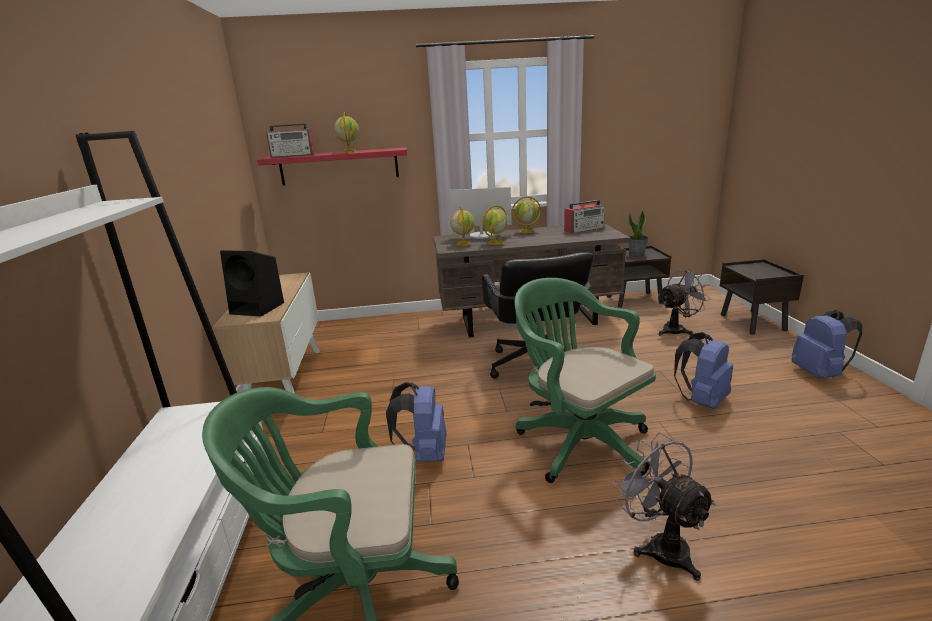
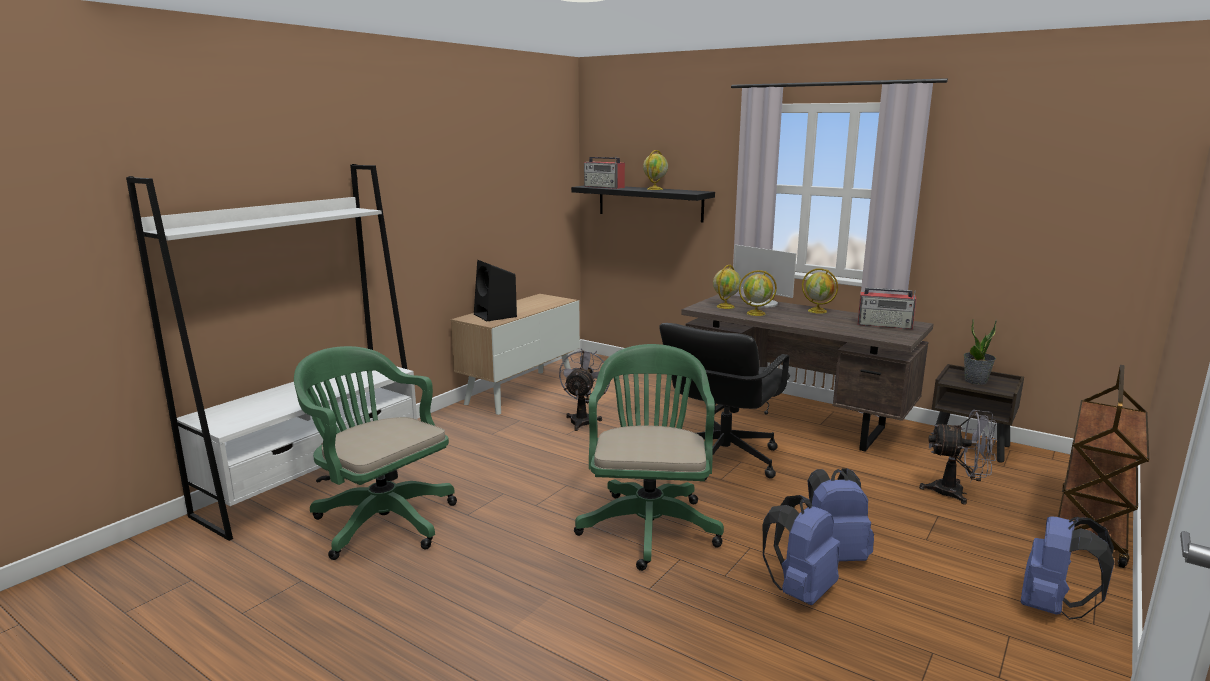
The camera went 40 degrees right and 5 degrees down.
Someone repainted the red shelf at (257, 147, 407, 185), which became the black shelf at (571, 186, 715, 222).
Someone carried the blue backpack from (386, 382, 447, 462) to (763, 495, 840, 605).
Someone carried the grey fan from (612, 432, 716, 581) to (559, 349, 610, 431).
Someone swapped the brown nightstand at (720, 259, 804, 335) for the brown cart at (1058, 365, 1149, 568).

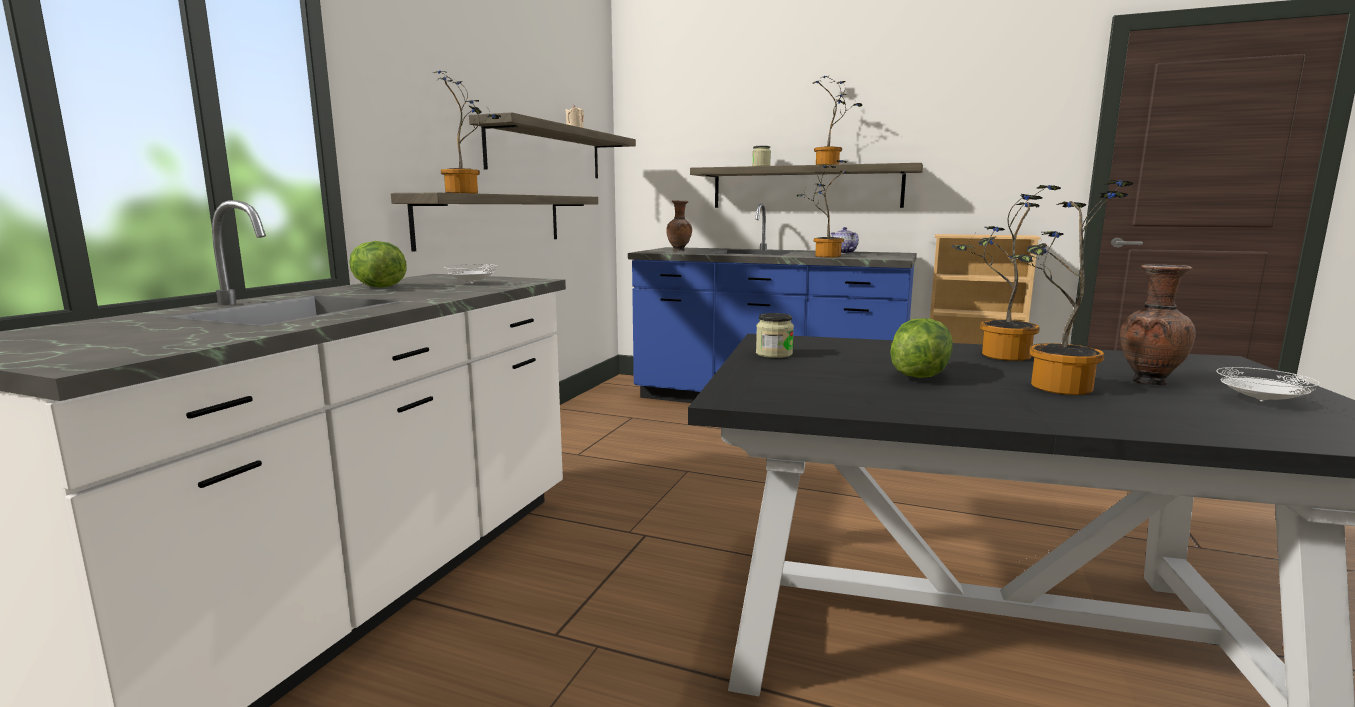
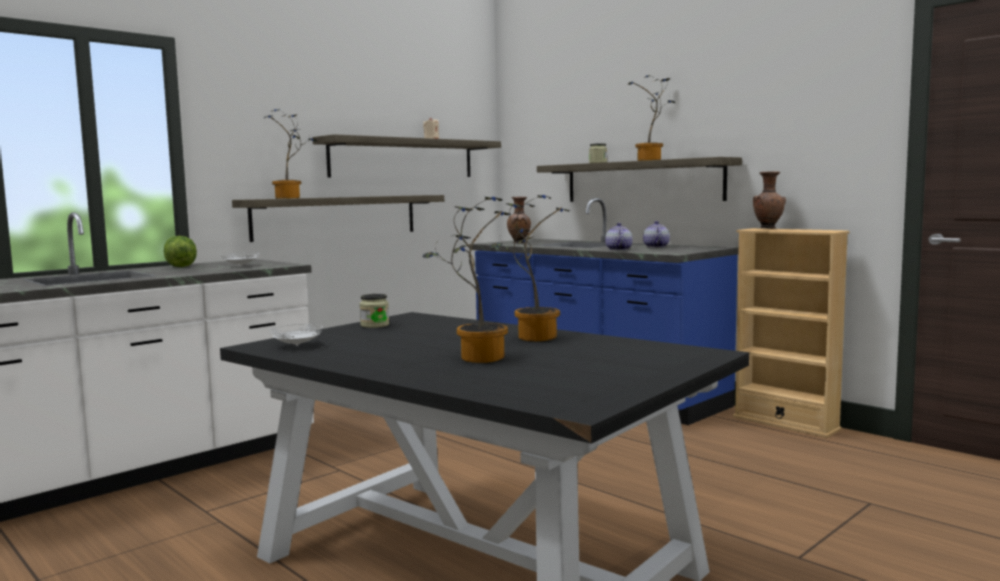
The camera went 25 degrees right and 5 degrees down.
Someone swapped the potted plant at (797, 160, 850, 257) for the teapot at (605, 223, 633, 250).
Someone took away the lettuce at (890, 318, 952, 378).
Someone carried the brown vase from (1120, 264, 1196, 385) to (753, 171, 786, 229).
Someone carried the white plate from (1216, 367, 1320, 402) to (269, 324, 323, 346).

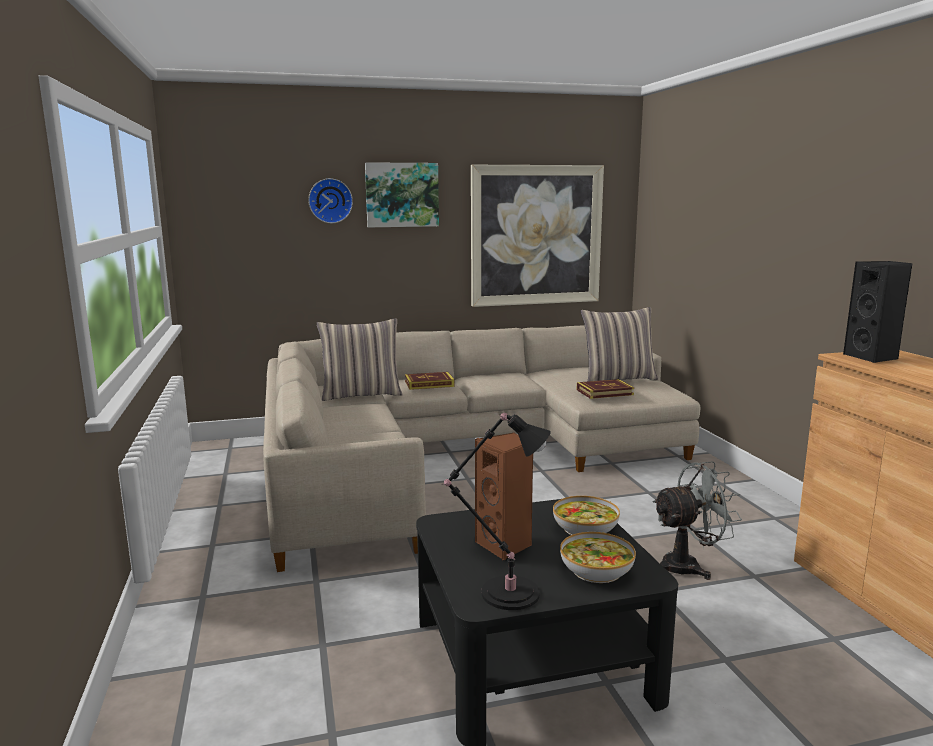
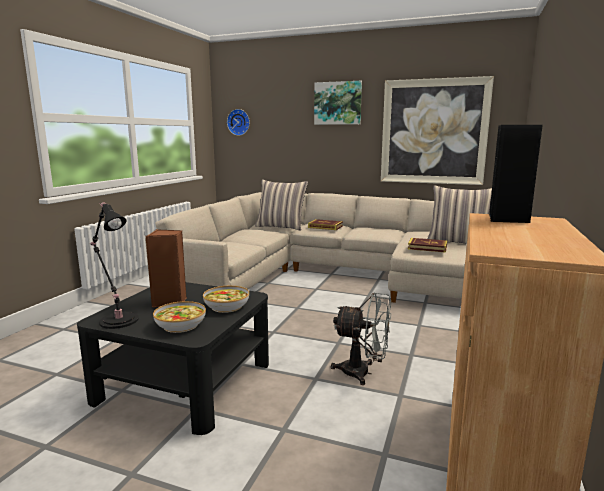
The camera went 35 degrees right and 0 degrees up.
Someone carried the wall clock from (308, 178, 353, 223) to (227, 109, 250, 136).

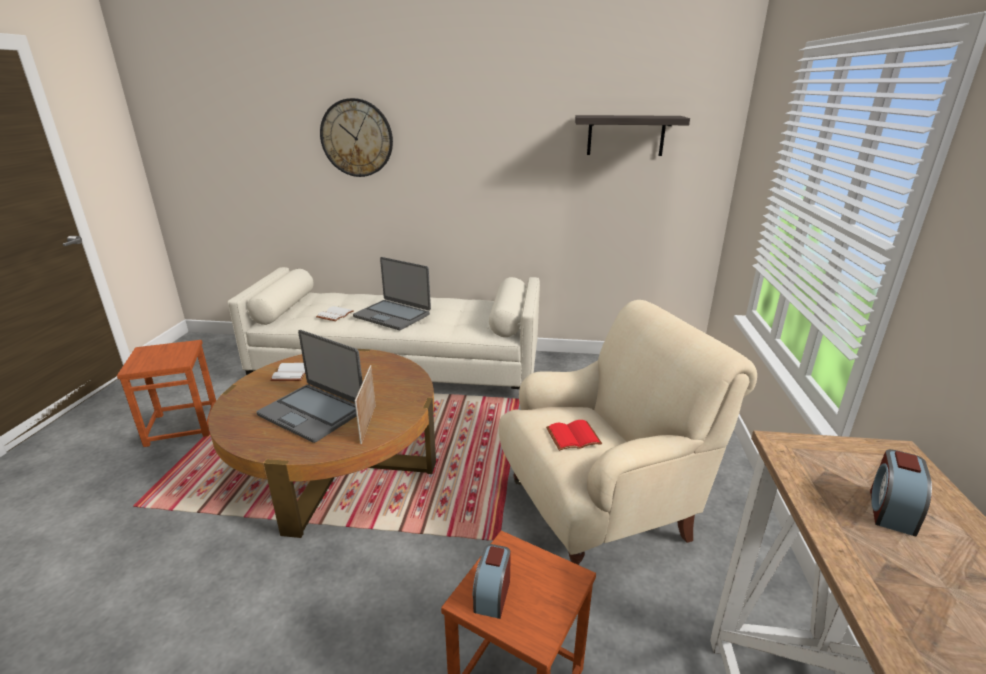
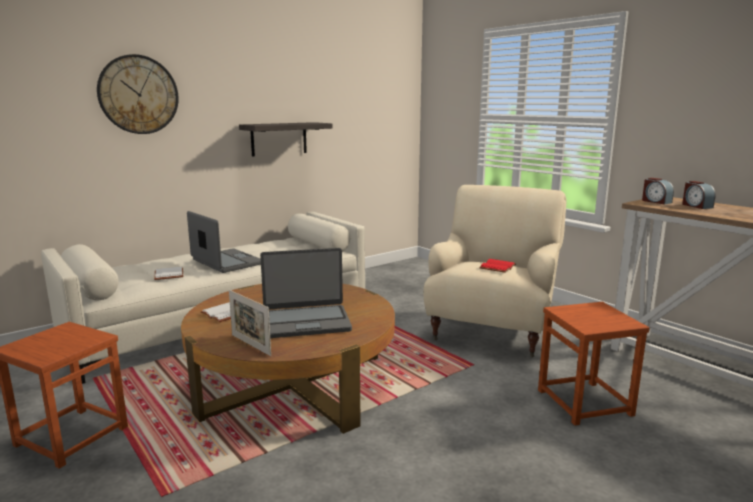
The camera went 45 degrees left and 10 degrees down.
Someone rotated the laptop at (353, 257, 431, 330) by 120 degrees counterclockwise.
Someone carried the picture frame from (355, 365, 376, 444) to (229, 290, 271, 356).
Someone carried the alarm clock from (473, 544, 511, 619) to (642, 178, 674, 204).
Someone carried the shelf from (575, 115, 690, 156) to (239, 122, 333, 157).

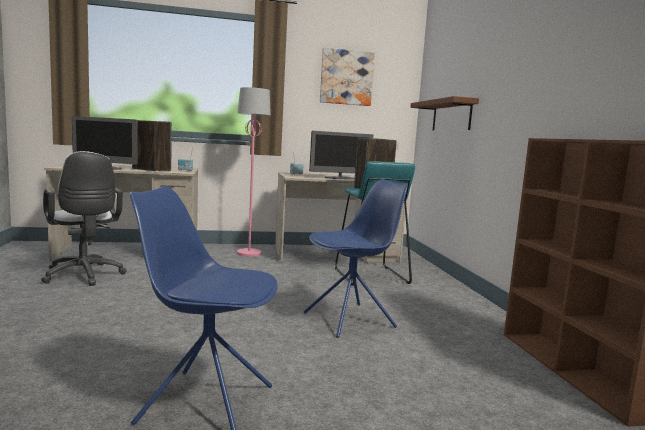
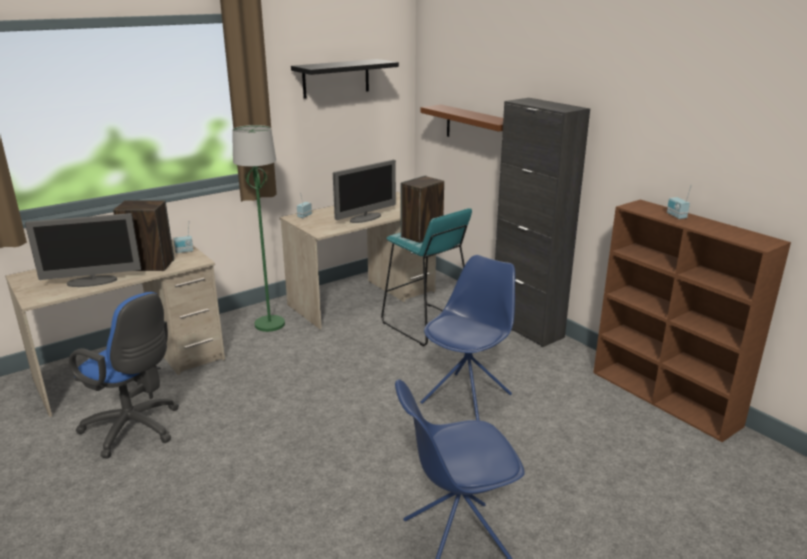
The camera went 25 degrees left and 15 degrees up.
Someone repainted the white office chair at (41, 151, 127, 286), which became the blue office chair at (69, 292, 179, 458).
Someone repainted the pink floor lamp at (237, 87, 271, 257), which became the green floor lamp at (232, 125, 285, 332).
Someone swapped the picture at (320, 47, 375, 106) for the black shelf at (291, 59, 399, 99).
Someone put down the black cabinet at (495, 98, 590, 347).
Someone put down the radio at (667, 184, 692, 219).

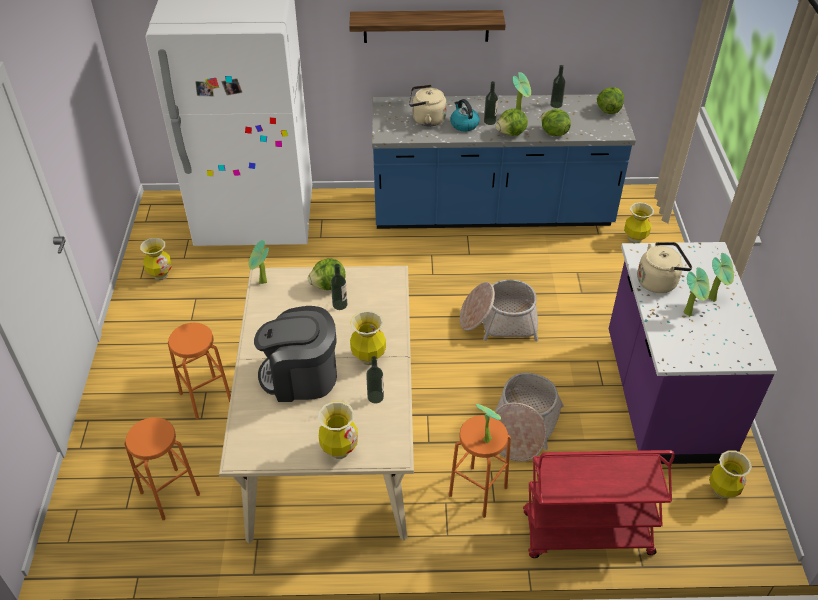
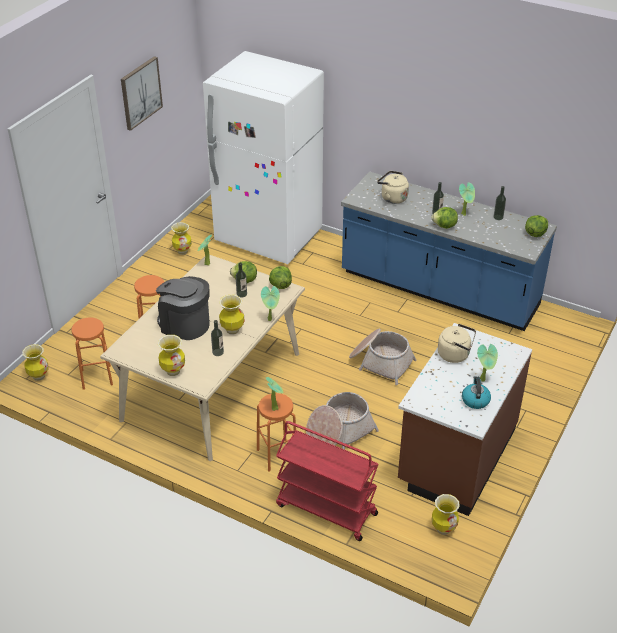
The camera went 30 degrees right and 5 degrees down.
Someone took away the shelf at (349, 10, 506, 43).
Someone carried the kettle from (450, 99, 480, 132) to (462, 376, 491, 409).
Someone carried the lettuce from (541, 109, 571, 136) to (269, 266, 292, 289).
Someone repainted the purple counter at (609, 242, 777, 464), which became the brown counter at (398, 323, 532, 516).
Someone carried the vase from (624, 202, 654, 243) to (22, 344, 49, 381).
Someone carried the potted plant from (683, 267, 710, 317) to (261, 286, 280, 321).
Someone put up the picture at (121, 56, 163, 131).

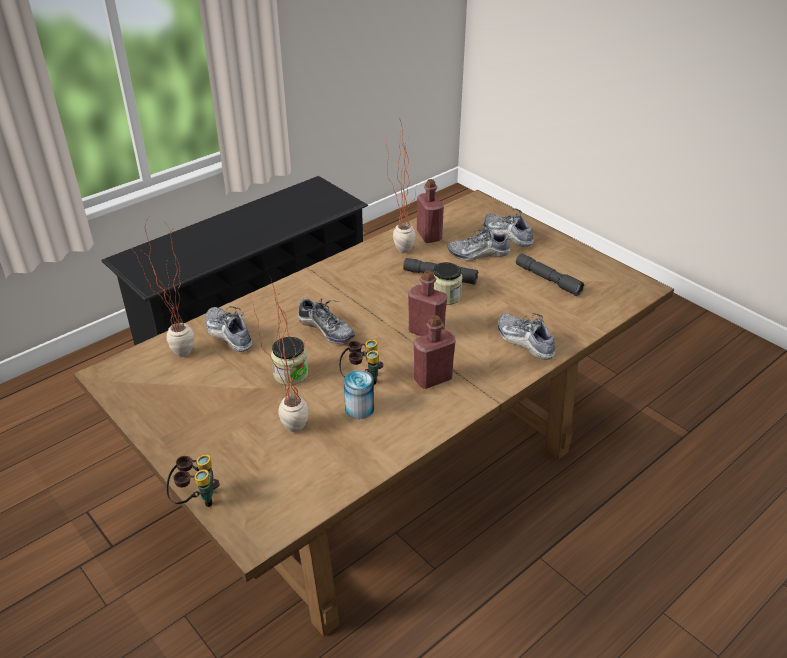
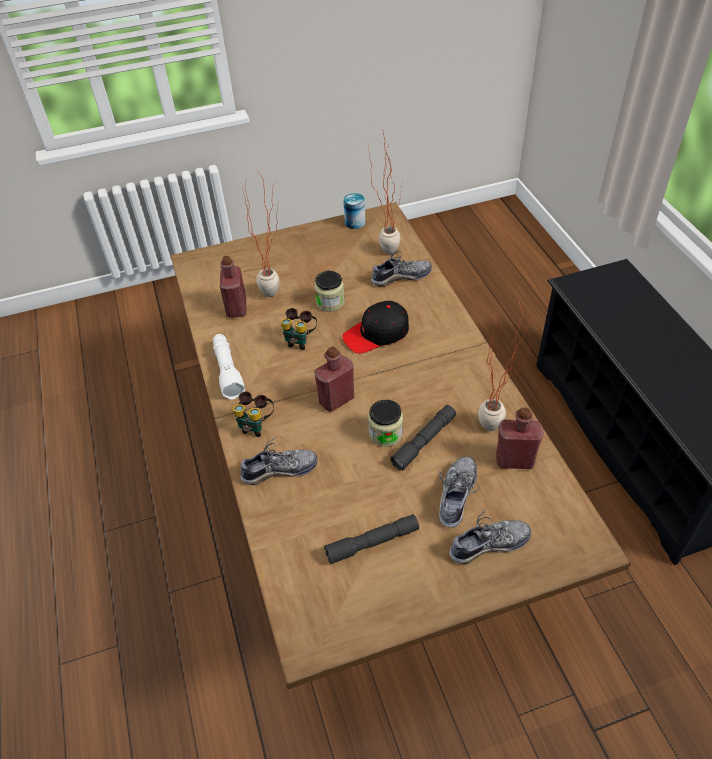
The camera went 115 degrees right and 10 degrees up.
Someone carried the binoculars from (166, 454, 220, 507) to (232, 391, 274, 437).
Someone swapped the shoe at (298, 297, 355, 344) for the black cap at (343, 301, 409, 354).
Someone carried the can from (344, 370, 374, 419) to (343, 193, 365, 229).
Someone carried the red bottle from (413, 315, 456, 389) to (220, 256, 246, 318).
Someone put down the white flashlight at (213, 334, 245, 400).

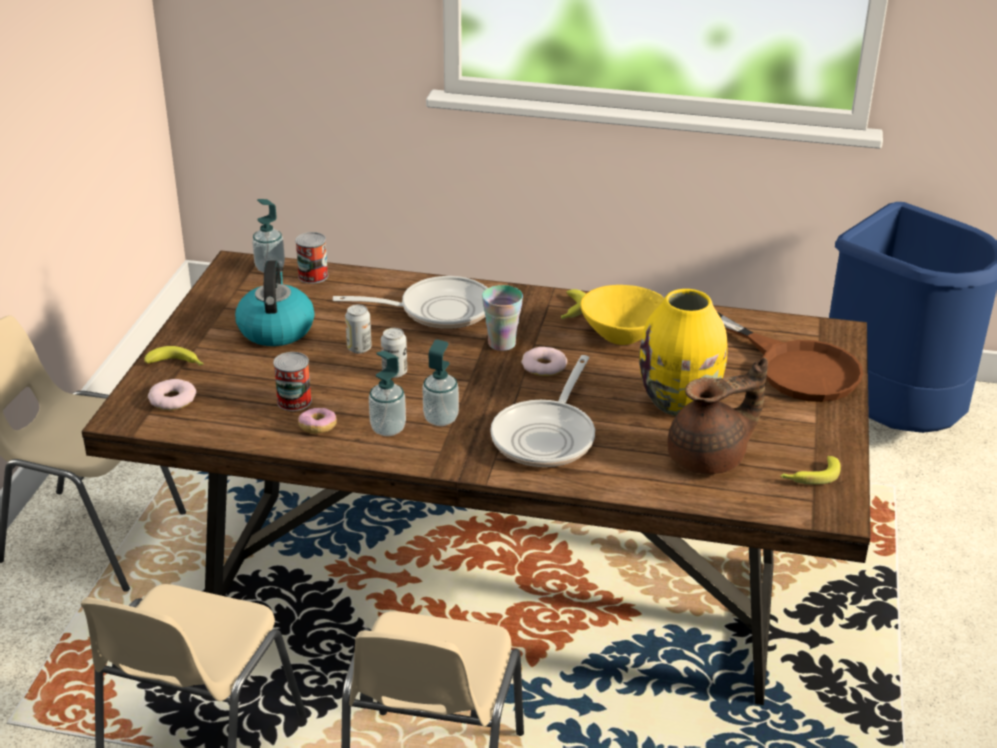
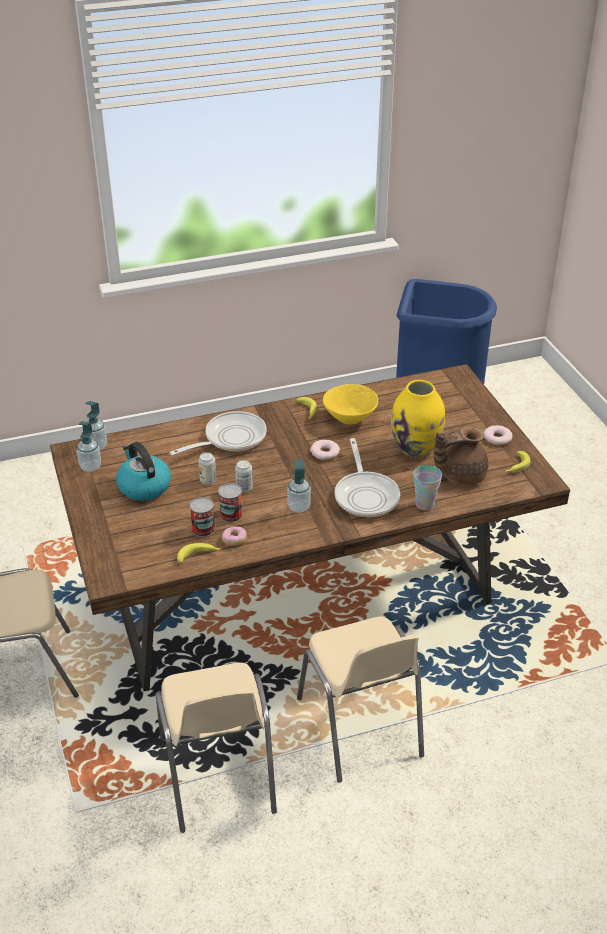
The camera went 30 degrees left and 5 degrees up.
Someone carried the banana from (144, 346, 204, 366) to (177, 543, 221, 563).
Someone carried the donut from (148, 379, 197, 410) to (484, 425, 513, 445).
Someone carried the can from (295, 232, 328, 284) to (218, 483, 243, 523).
Someone carried the soap dispenser from (369, 351, 406, 436) to (77, 421, 101, 472).
Someone carried the cup from (482, 285, 523, 351) to (413, 465, 442, 510).
Someone rotated the brown teapot at (667, 357, 768, 474) by 150 degrees counterclockwise.
Someone took away the brown frying pan at (717, 312, 864, 402).

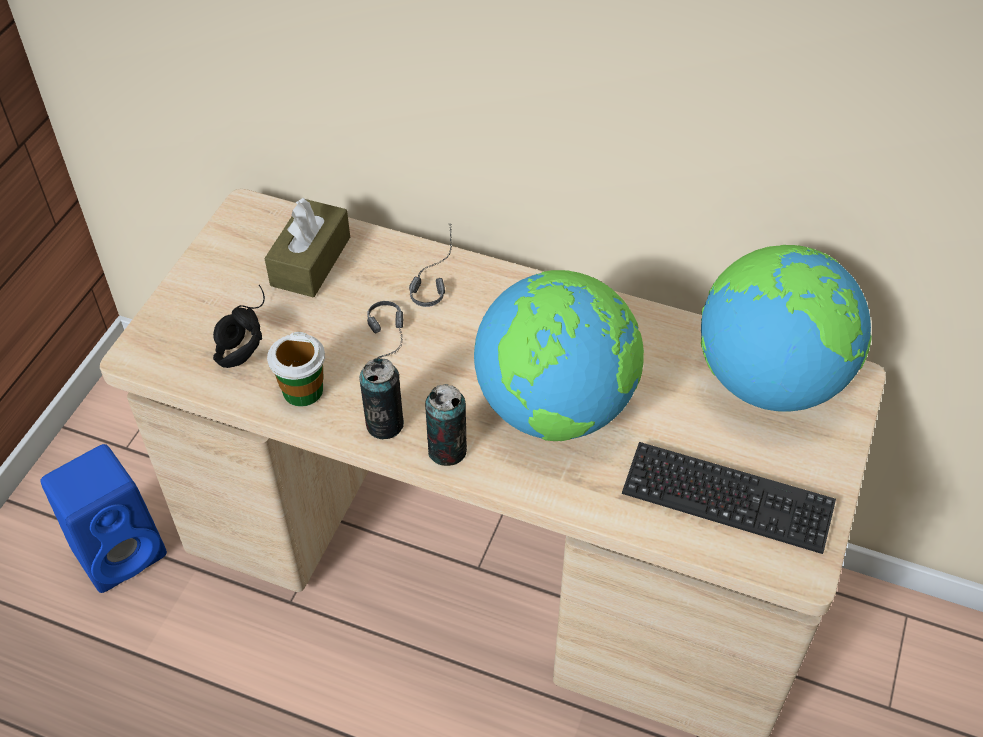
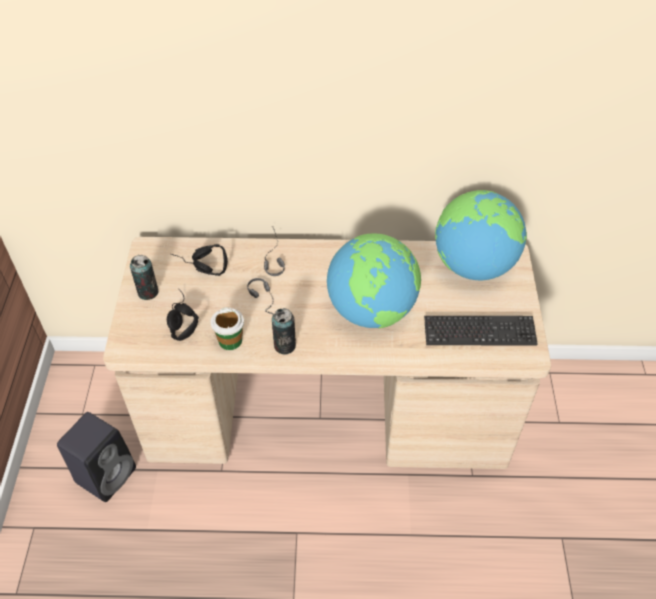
The camera went 20 degrees left and 0 degrees up.
Someone repainted the blue speaker at (40, 444, 167, 593), which became the black speaker at (57, 412, 136, 502).
Someone swapped the brown tissue box at (264, 198, 350, 297) for the black headphones at (171, 244, 228, 276).
Someone carried the can from (425, 384, 467, 466) to (130, 255, 159, 300).

